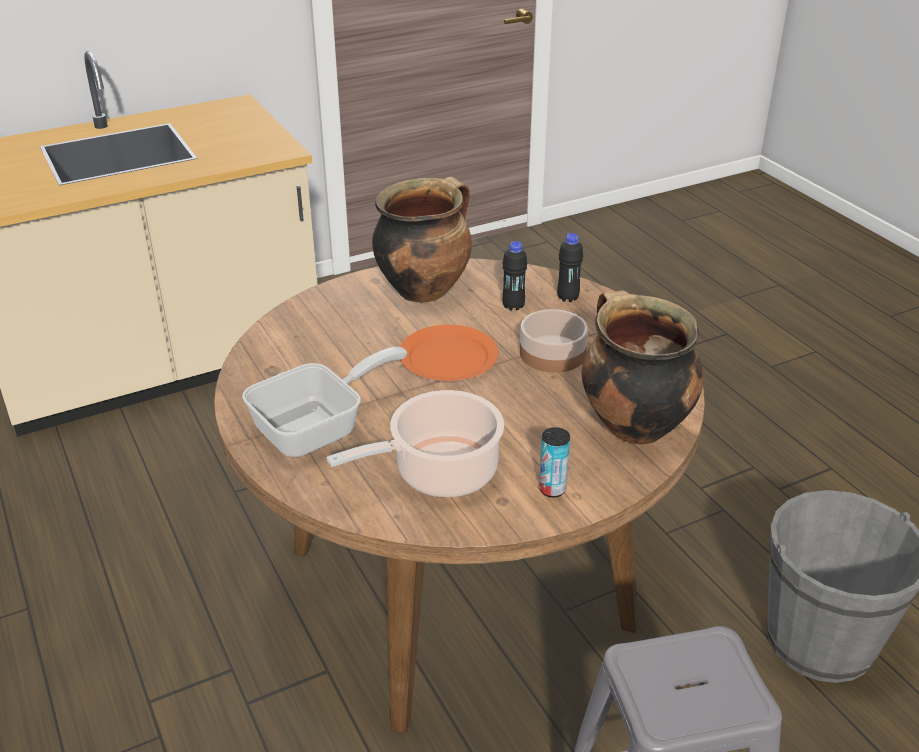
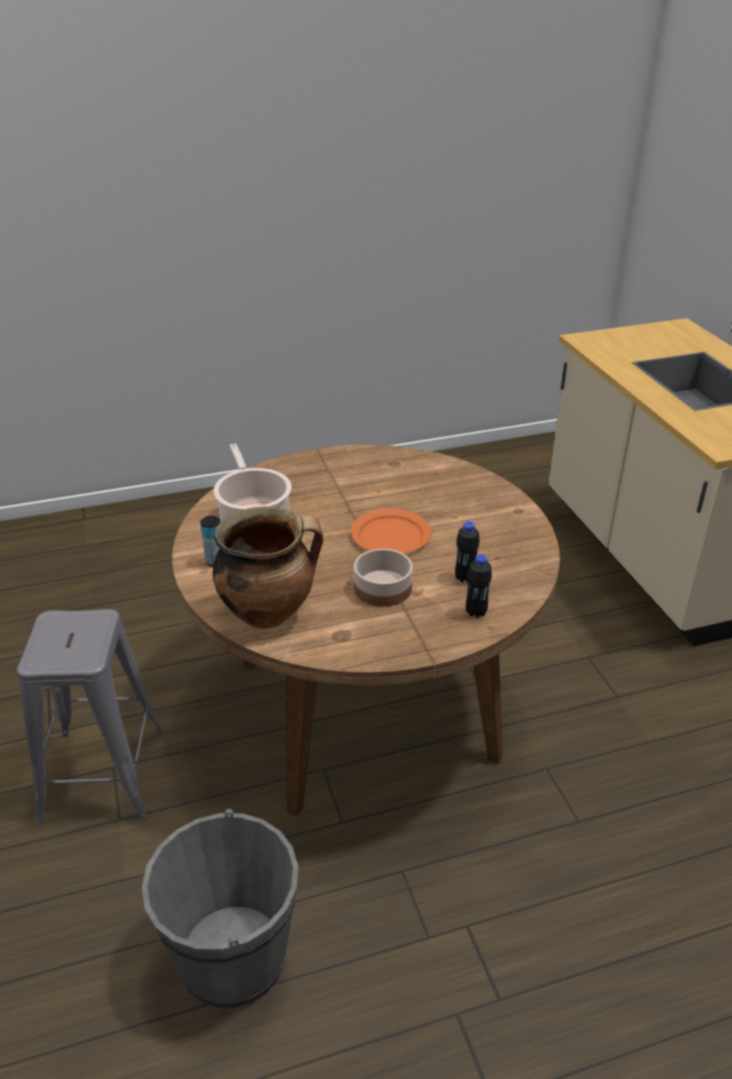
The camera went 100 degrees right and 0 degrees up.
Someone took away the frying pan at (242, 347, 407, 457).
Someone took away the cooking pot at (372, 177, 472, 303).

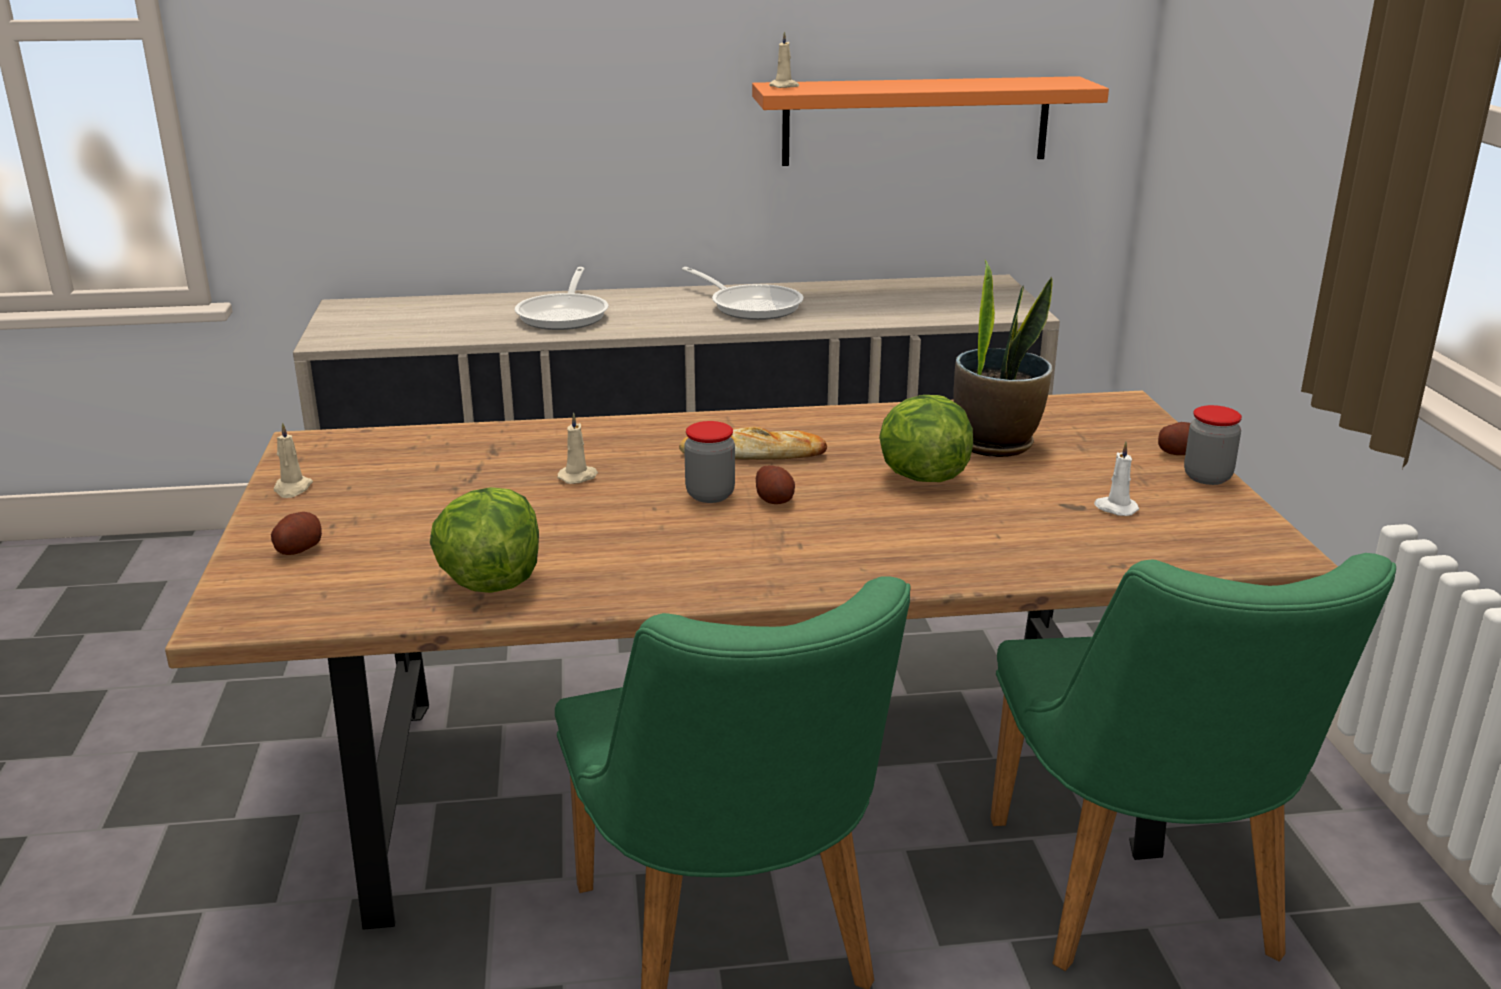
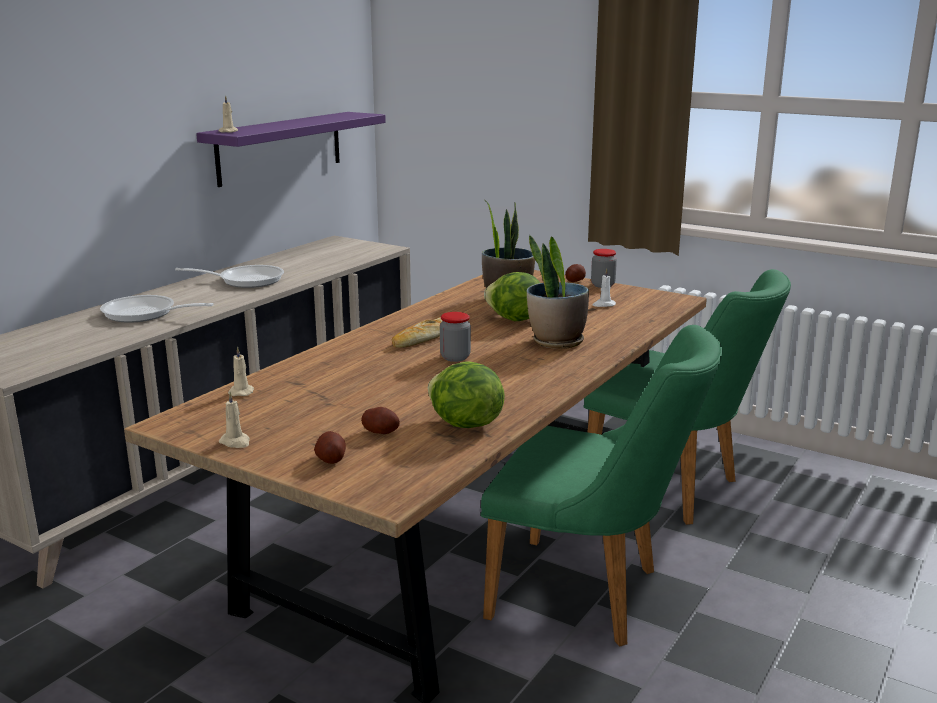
The camera went 50 degrees left and 5 degrees down.
Someone rotated the frying pan at (515, 267, 609, 330) by 150 degrees clockwise.
Someone carried the beige candle from (558, 413, 598, 484) to (228, 347, 254, 396).
Someone repainted the orange shelf at (752, 76, 1109, 166), which became the purple shelf at (196, 112, 386, 187).
Someone carried the potato from (756, 465, 795, 504) to (361, 407, 400, 434).
Someone put down the potted plant at (527, 235, 589, 349).

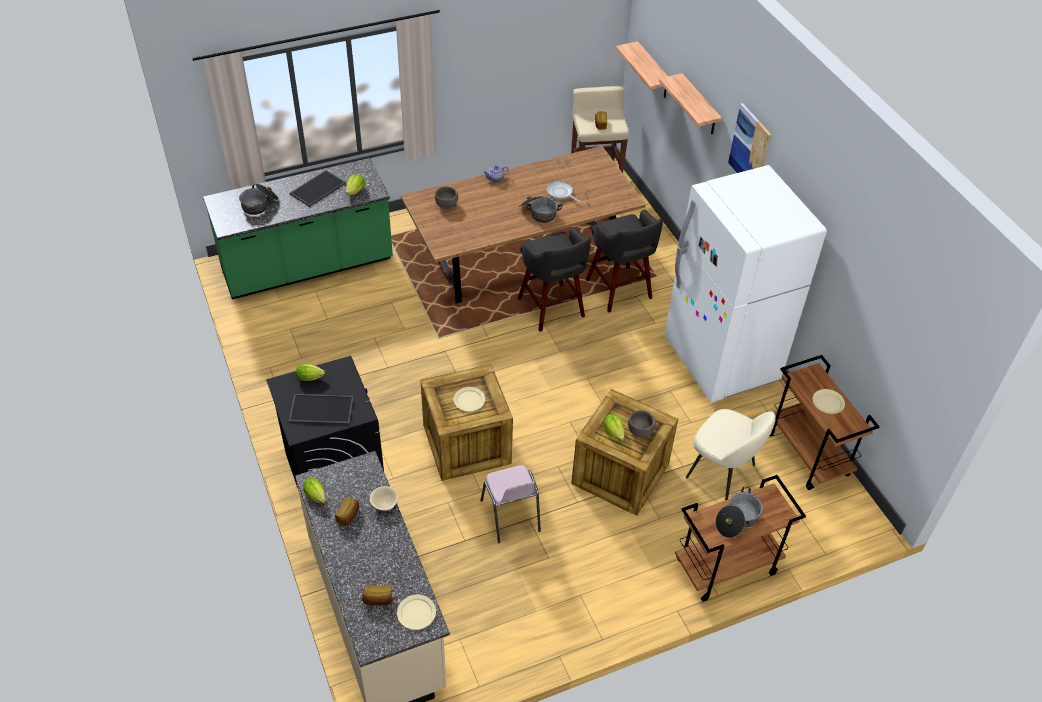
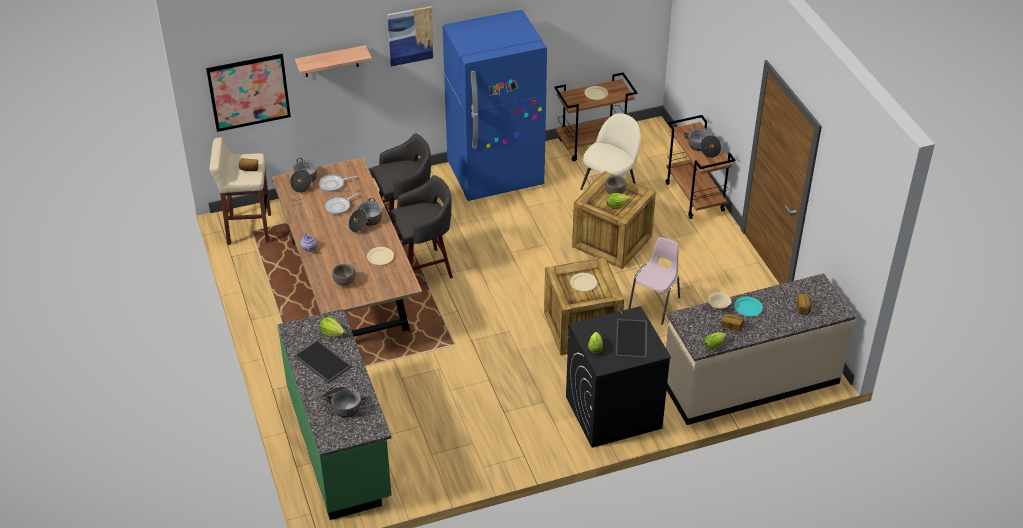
The camera went 85 degrees left and 5 degrees down.
Someone carried the beige plate from (397, 595, 436, 630) to (367, 247, 394, 265).
Someone rotated the pink chair at (480, 465, 541, 543) by 45 degrees counterclockwise.
Someone swapped the shelf at (616, 41, 668, 98) for the picture at (206, 54, 291, 132).
Someone repainted the white fridge at (665, 165, 827, 403), which became the blue fridge at (443, 10, 547, 201).
Someone put down the cooking pot at (290, 158, 317, 193).
Someone put down the frying pan at (319, 175, 357, 192).
Someone put down the turquoise plate at (734, 297, 763, 317).

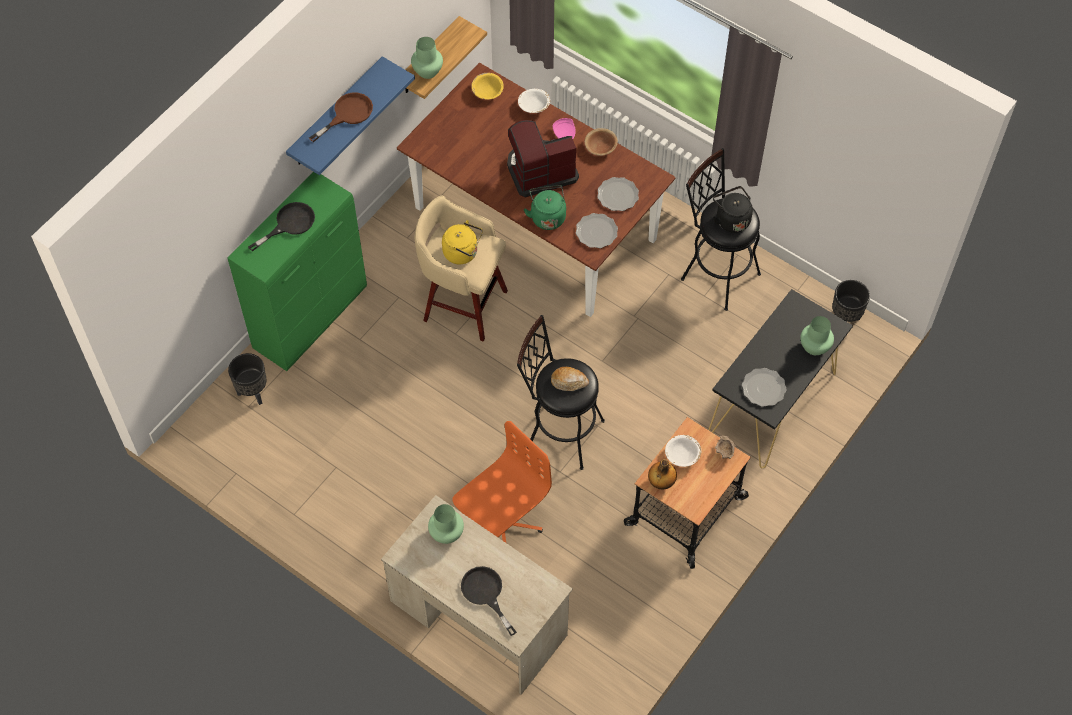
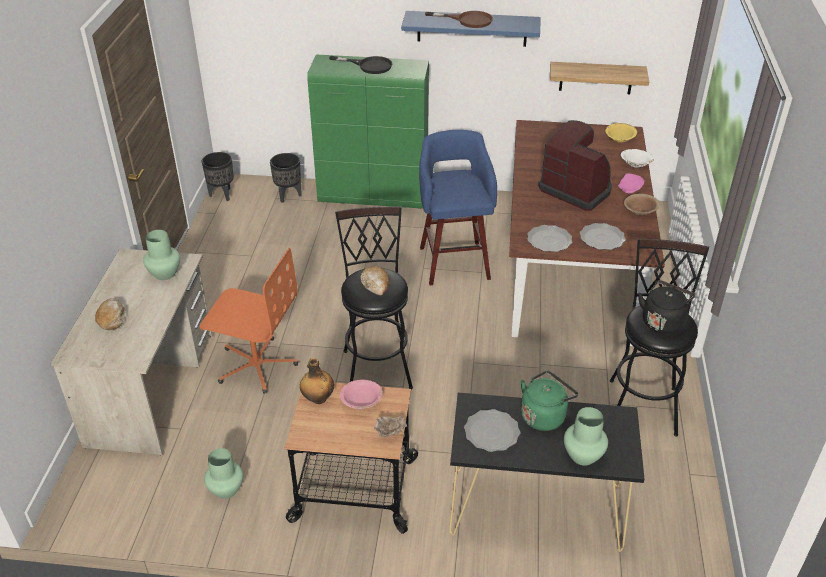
The camera went 60 degrees right and 20 degrees down.
Someone carried the green vase from (411, 37, 443, 79) to (204, 448, 243, 499).
Someone repainted the beige stool at (415, 196, 508, 342), which became the blue stool at (419, 130, 497, 285).
Someone took away the yellow kettle at (442, 220, 483, 264).
Someone swapped the black frying pan at (461, 566, 517, 636) for the bread at (95, 299, 125, 330).
Someone carried the green kettle from (524, 185, 566, 230) to (521, 370, 578, 431).
Someone repainted the white bowl at (665, 435, 701, 467), which became the pink bowl at (340, 380, 383, 409).
Someone carried the black planter from (832, 280, 870, 322) to (202, 152, 234, 201).

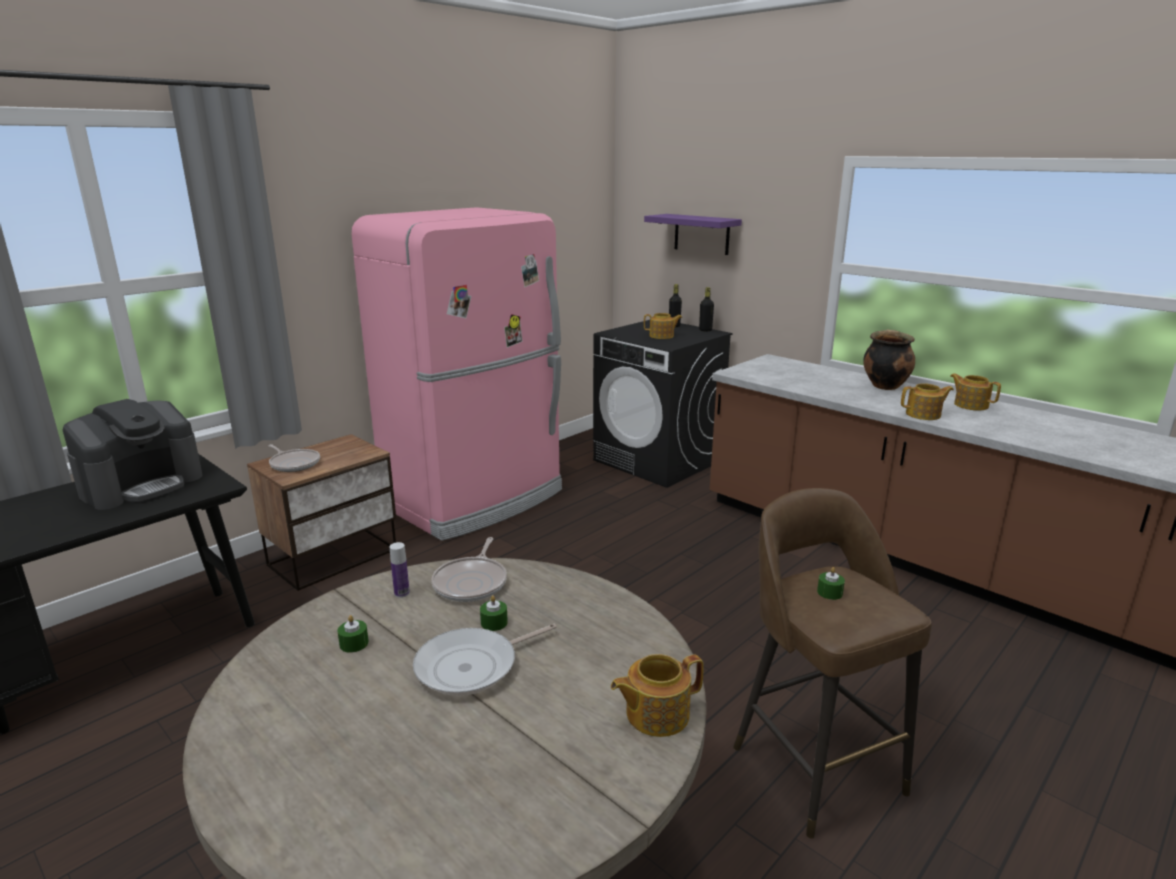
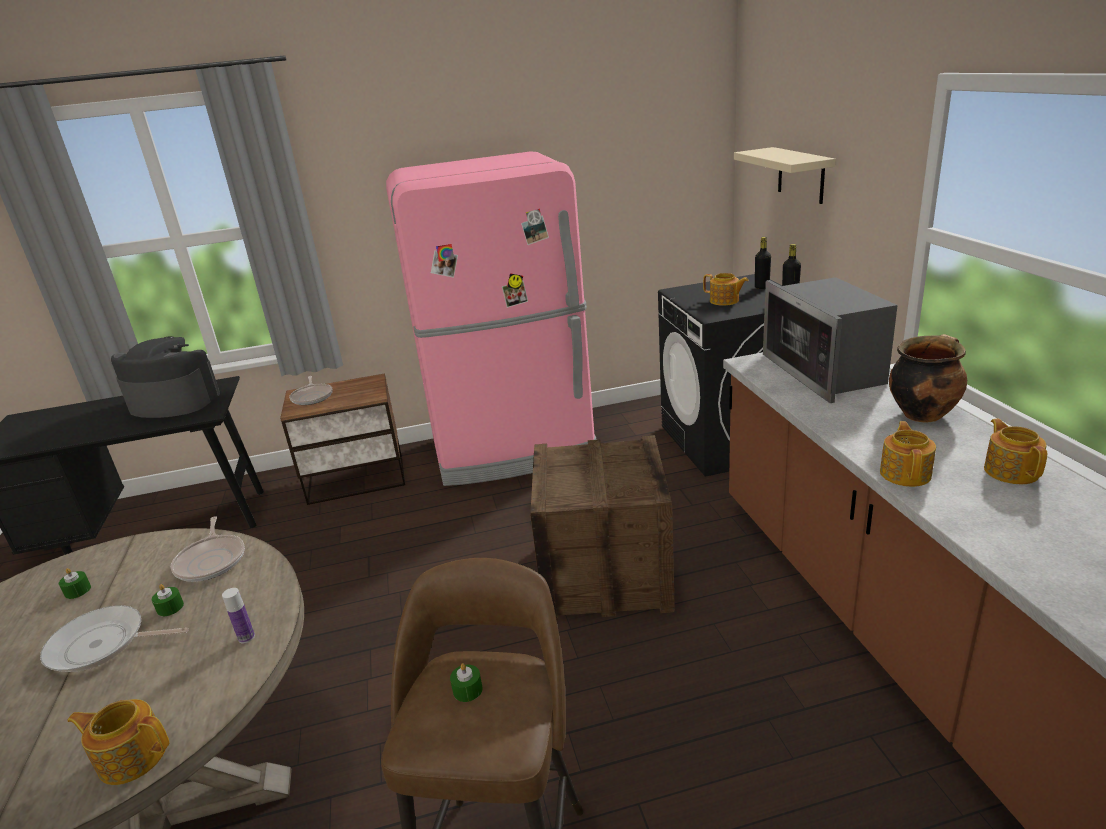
The camera went 35 degrees right and 5 degrees up.
Someone rotated the coffee machine at (63, 399, 202, 510) by 150 degrees counterclockwise.
Someone carried the bottle from (390, 542, 410, 598) to (222, 588, 255, 643).
Someone rotated the frying pan at (431, 537, 507, 602) by 60 degrees counterclockwise.
Someone repainted the purple shelf at (644, 214, 742, 255), which became the beige shelf at (734, 147, 836, 204).
Someone rotated the teapot at (901, 383, 954, 420) by 105 degrees counterclockwise.
Someone put down the crate at (530, 435, 675, 620).
Someone put down the microwave at (763, 277, 898, 403).

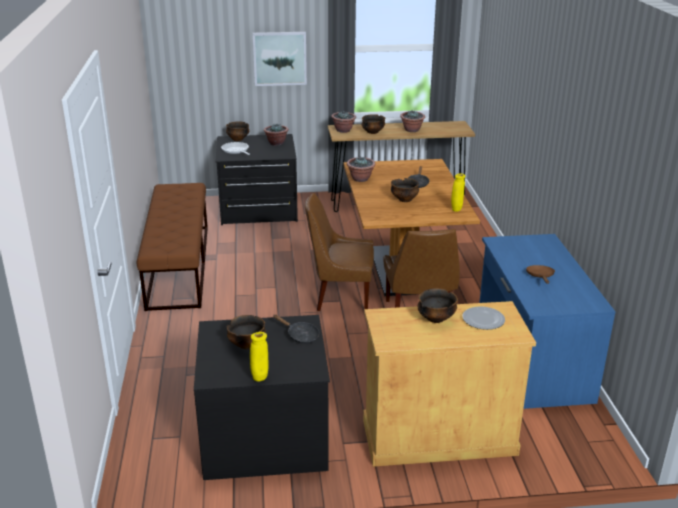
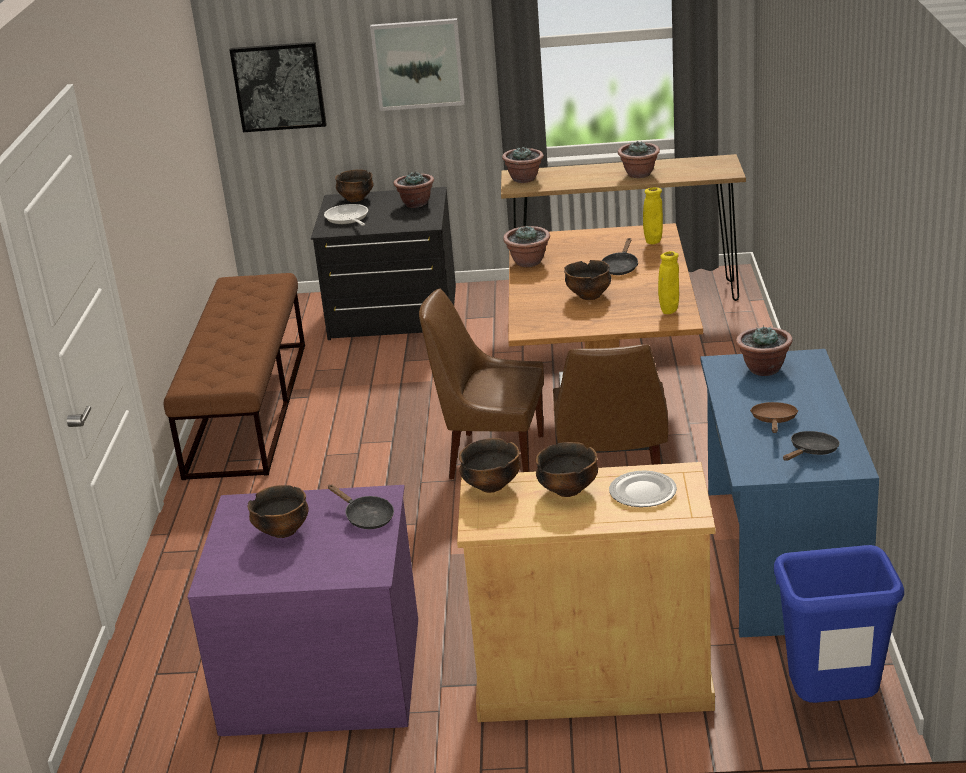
The camera went 10 degrees right and 0 degrees up.
Someone repainted the black dresser at (194, 315, 330, 480), which became the purple dresser at (187, 485, 418, 736).
Someone carried the yellow vase from (250, 332, 269, 382) to (643, 187, 663, 244).
Someone carried the bowl from (361, 114, 385, 134) to (459, 438, 521, 493).
Someone put up the picture at (230, 42, 327, 132).
Someone put down the potted plant at (736, 325, 793, 376).
Someone put down the blue trash can at (774, 545, 904, 703).
Someone put down the black frying pan at (783, 431, 840, 461).

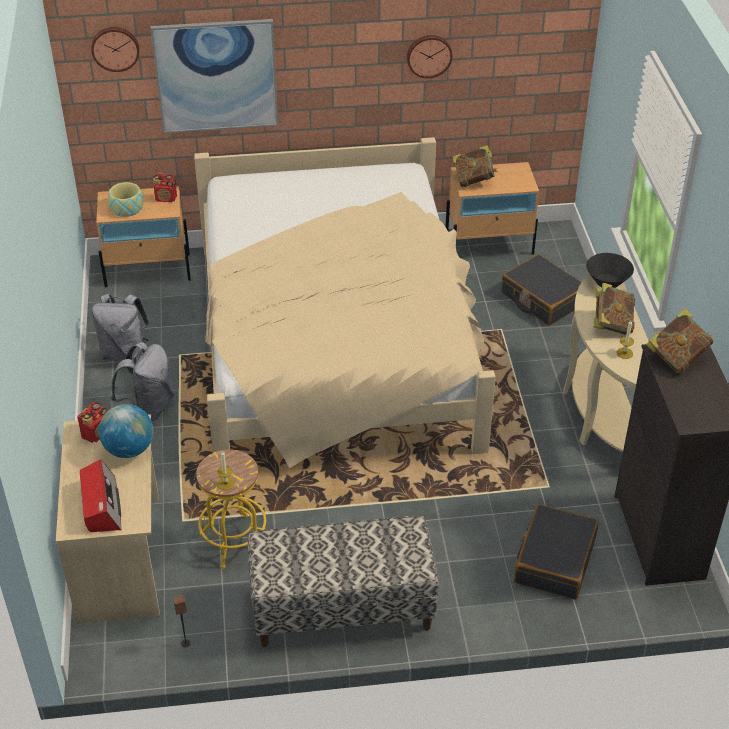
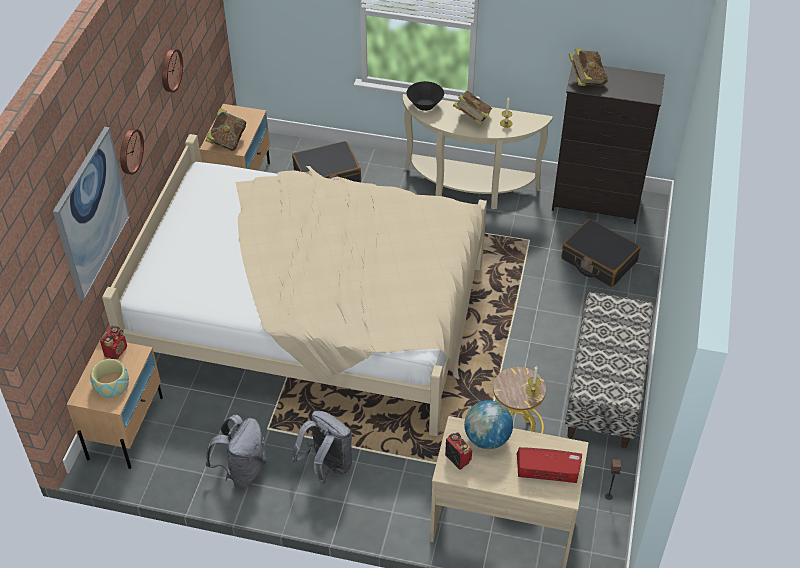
The camera went 70 degrees left and 5 degrees up.
Someone carried the wall clock from (91, 27, 139, 72) to (120, 129, 144, 175).

